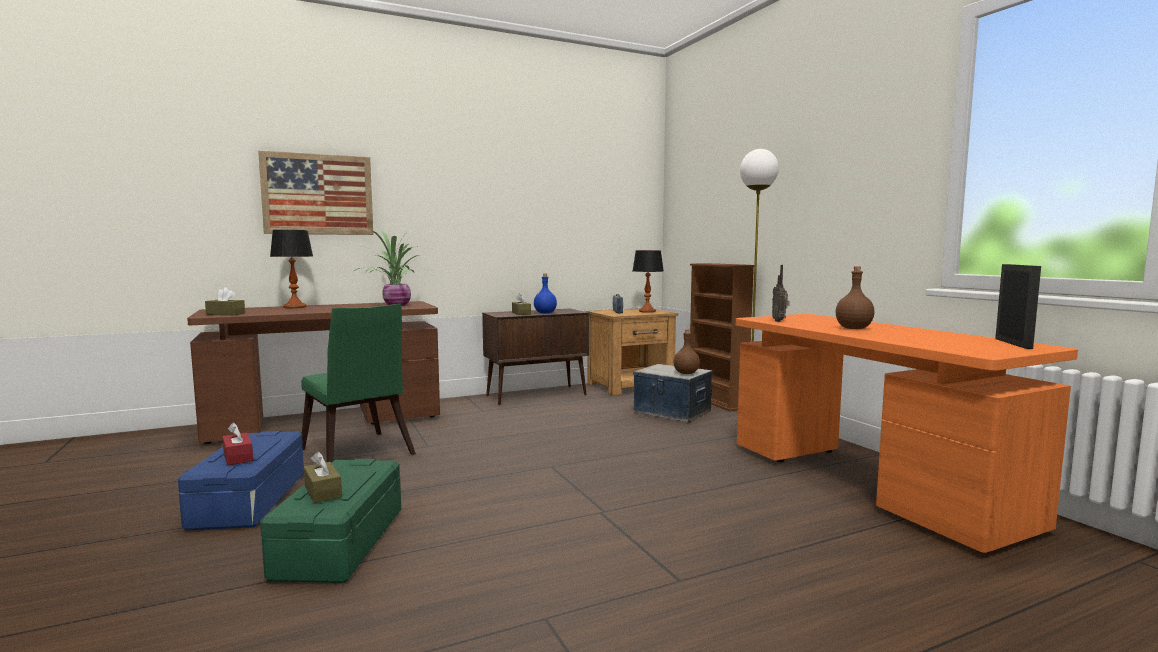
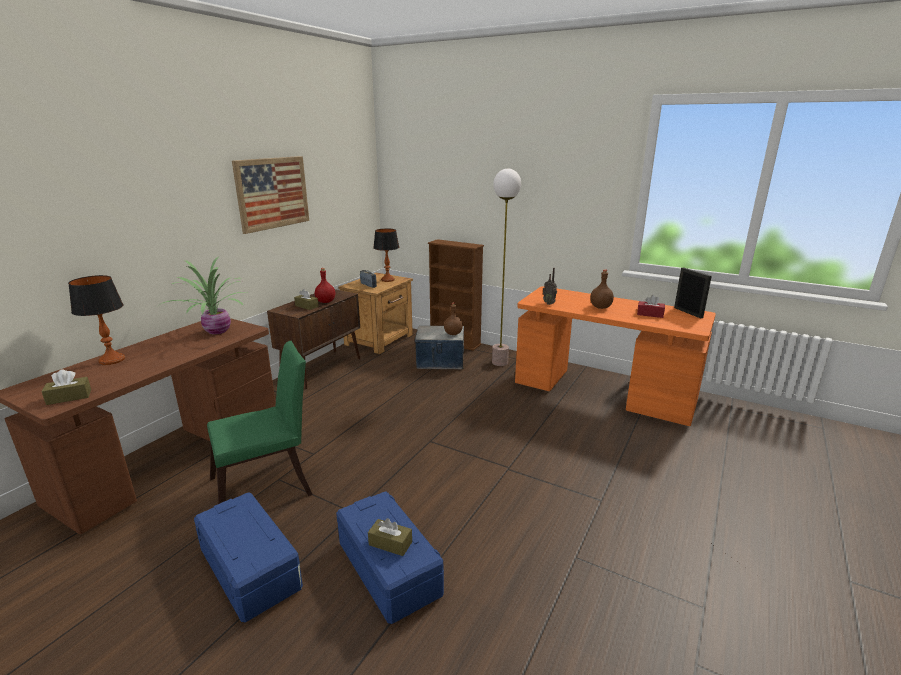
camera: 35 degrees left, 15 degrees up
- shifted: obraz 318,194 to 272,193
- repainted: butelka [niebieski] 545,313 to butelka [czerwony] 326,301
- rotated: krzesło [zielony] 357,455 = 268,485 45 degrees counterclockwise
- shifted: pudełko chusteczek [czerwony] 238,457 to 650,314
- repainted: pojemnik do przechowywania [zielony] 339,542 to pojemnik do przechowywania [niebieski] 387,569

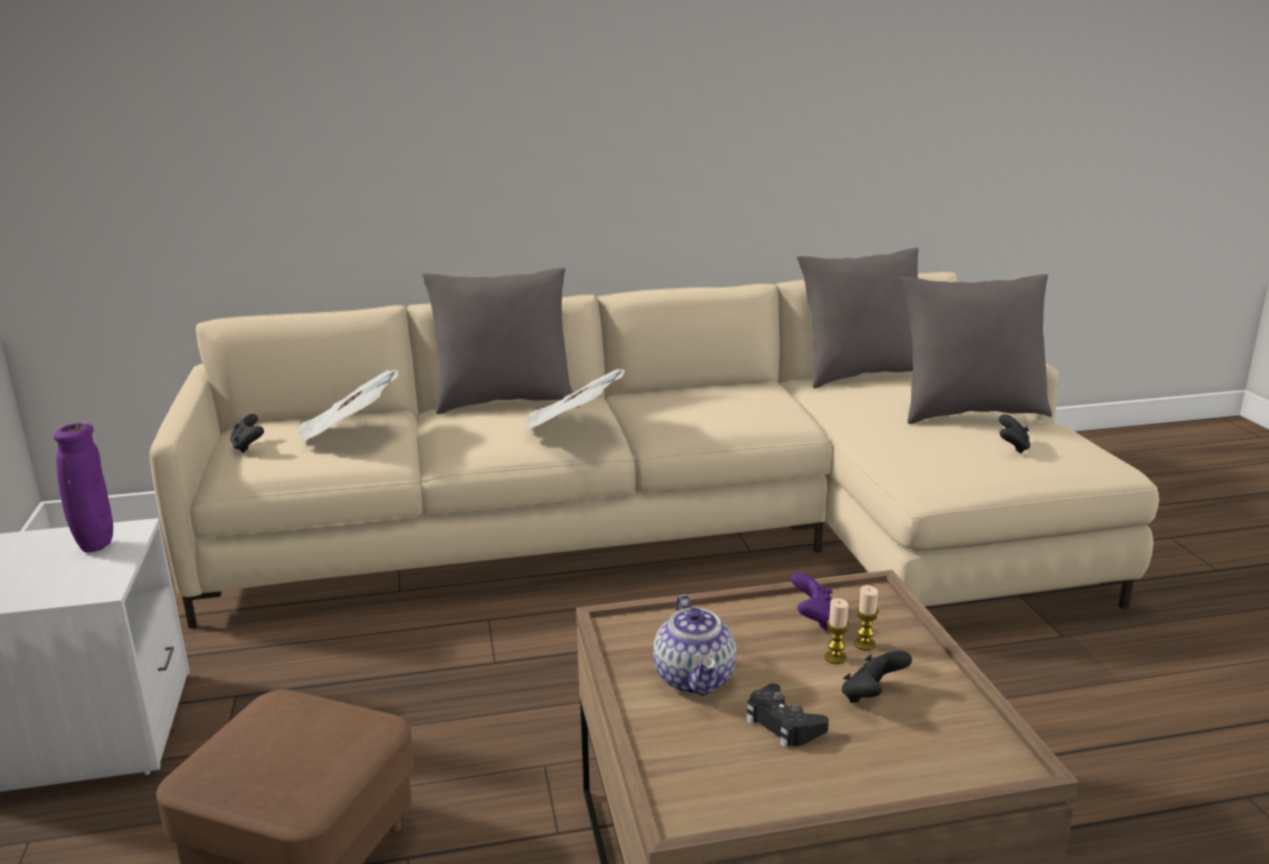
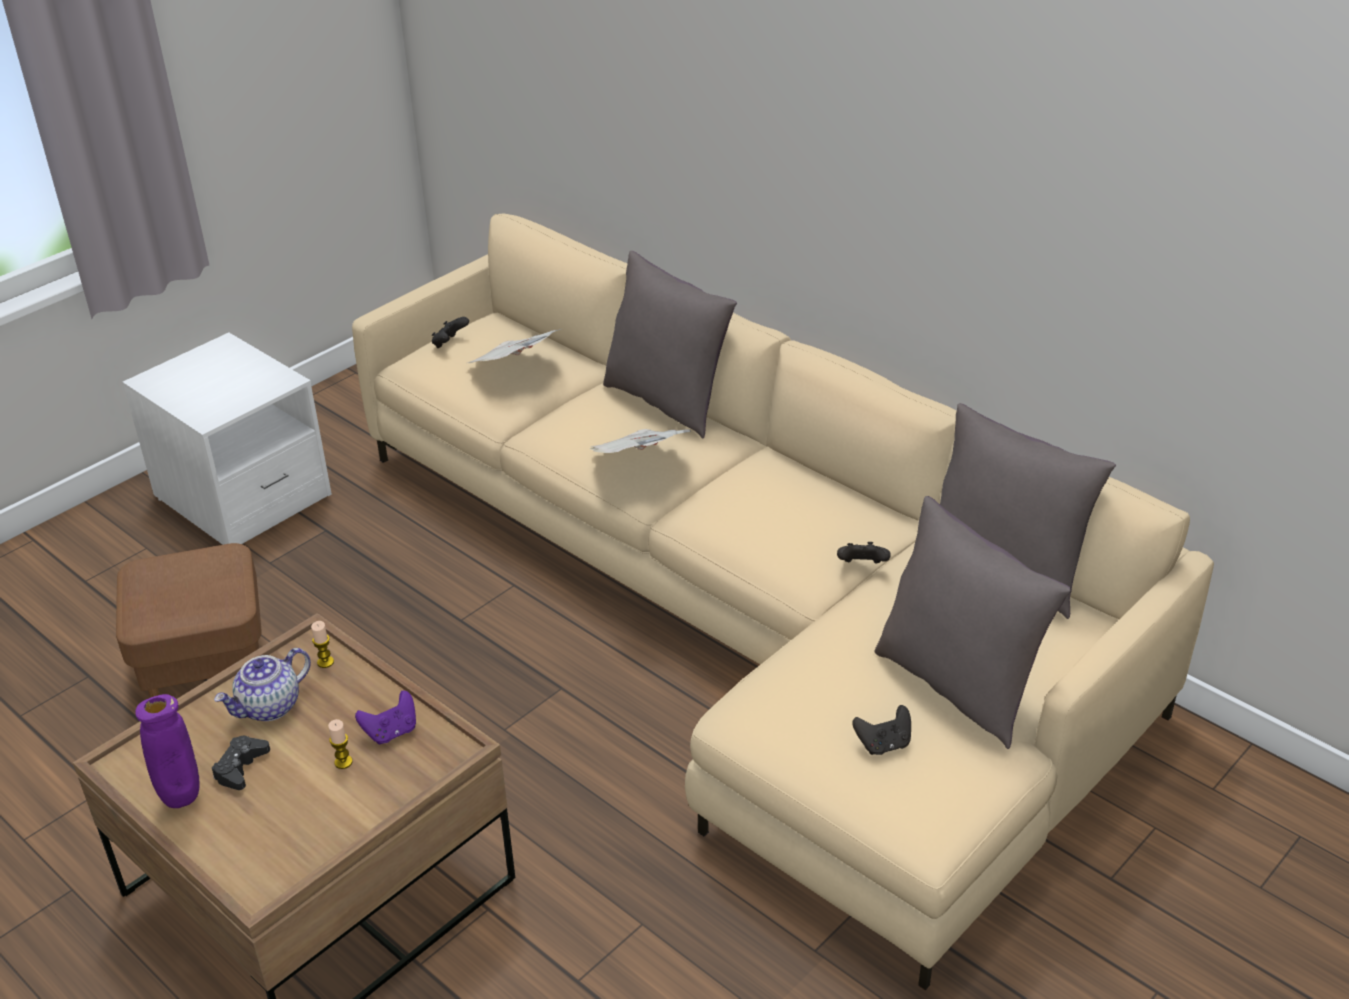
camera: 55 degrees right, 15 degrees up
- shifted: wazon [fioletowy] 96,546 to 182,799
- shifted: świeca 864,644 to 325,662
- shifted: pad do gier [czarny] 871,696 to 862,566

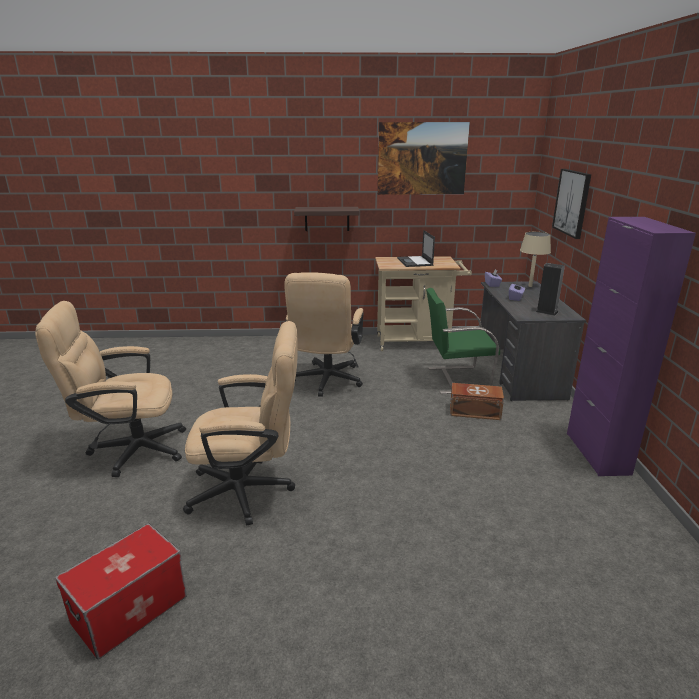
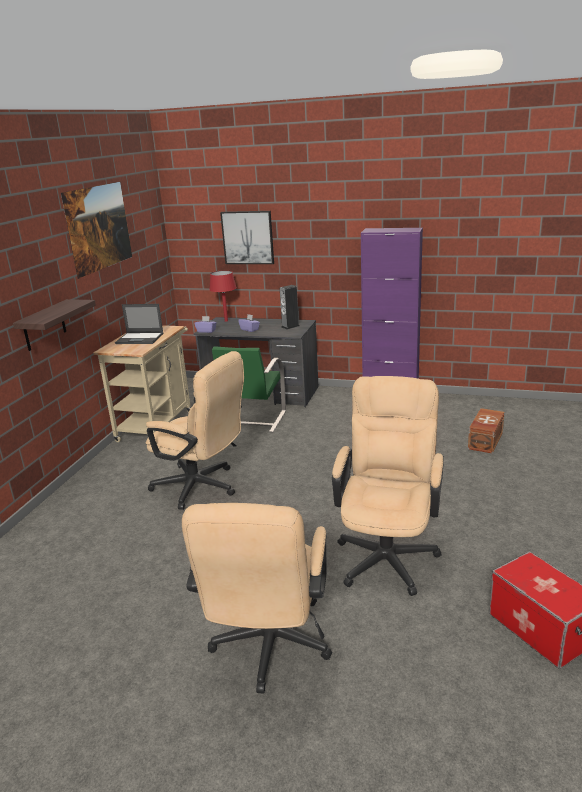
camera: 70 degrees left, 0 degrees up
- repainted: lampa stołowa [beżowy] 530,286 to lampa stołowa [czerwony] 226,321
- shifted: pojemnik do przechowywania [brązowy] 474,411 to 484,440

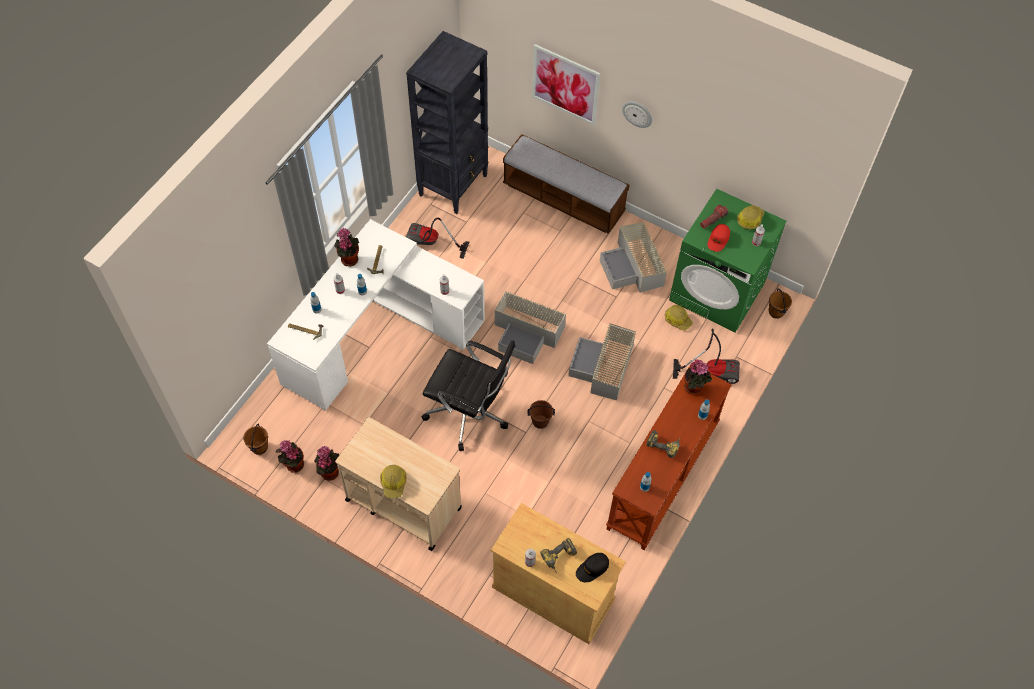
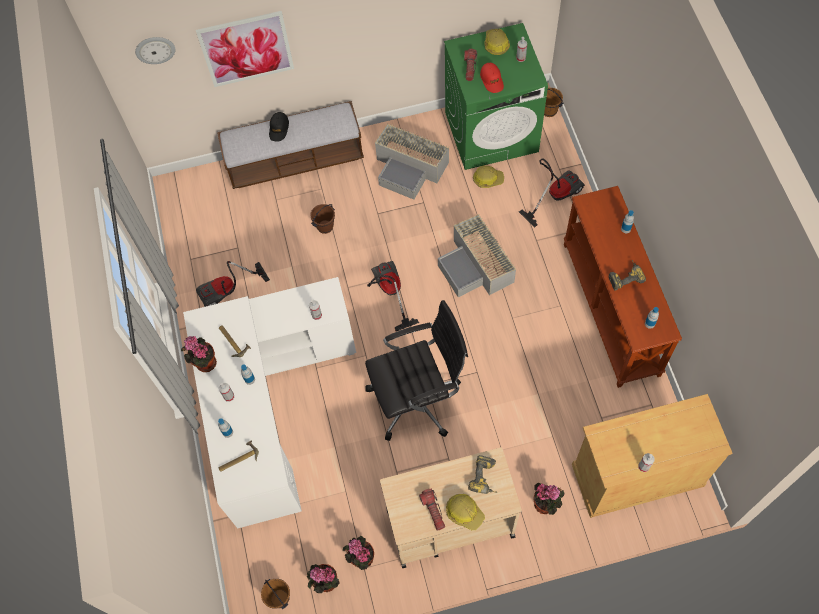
camera: 40 degrees left, 5 degrees up
- gone: regał [czarny] 453,185
- shifted: zegar ścienny 637,113 to 155,49
- swapped: pojemnik do przechowywania [szary] 527,333 to odkurzacz 389,293
- shifted: roślina doniczkowa 694,388 to 546,504
- shifted: wiadro [brązowy] 540,422 to 325,227
- shifted: wiertarka 560,558 to 486,478
- shifted: czapka z daszkiem [czarny] 592,568 to 279,129
- new: latarka 433,511

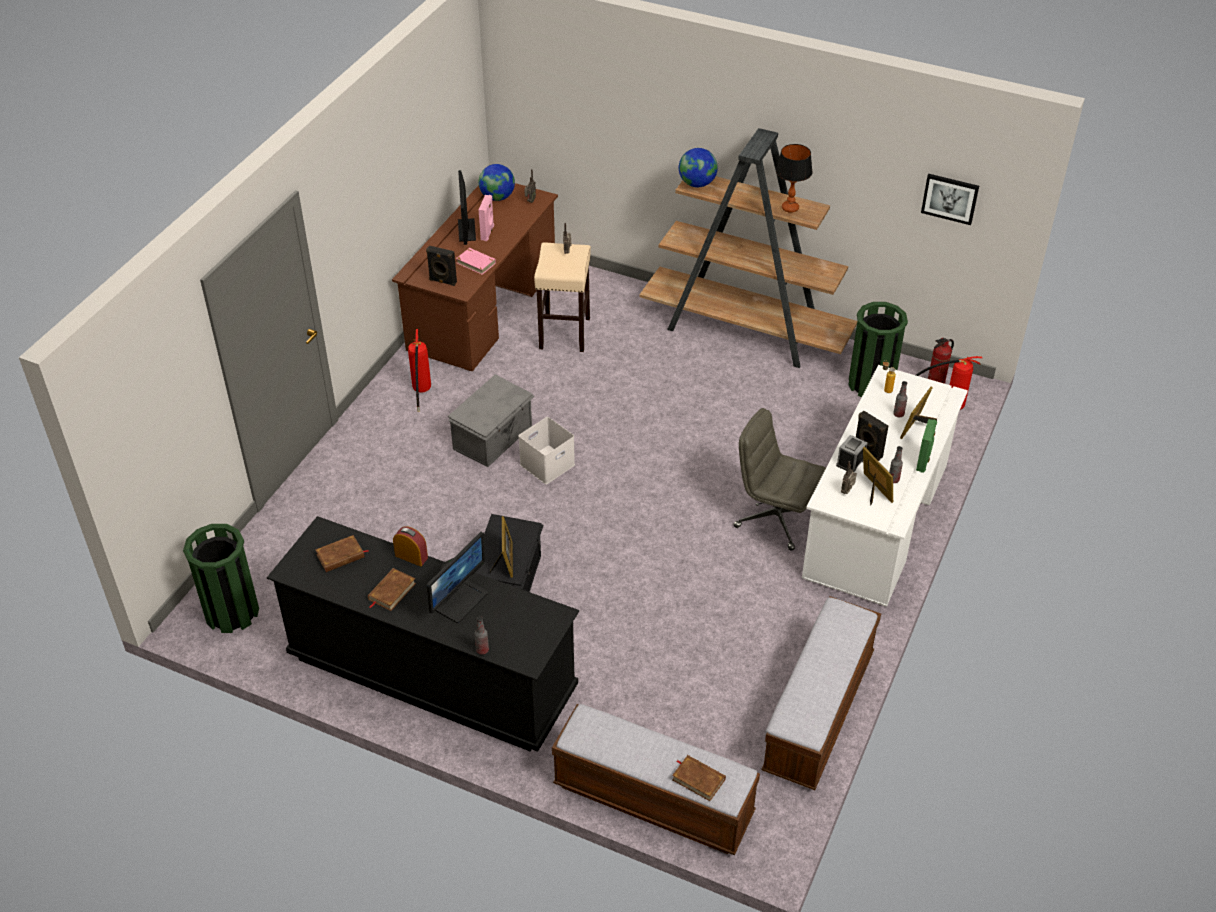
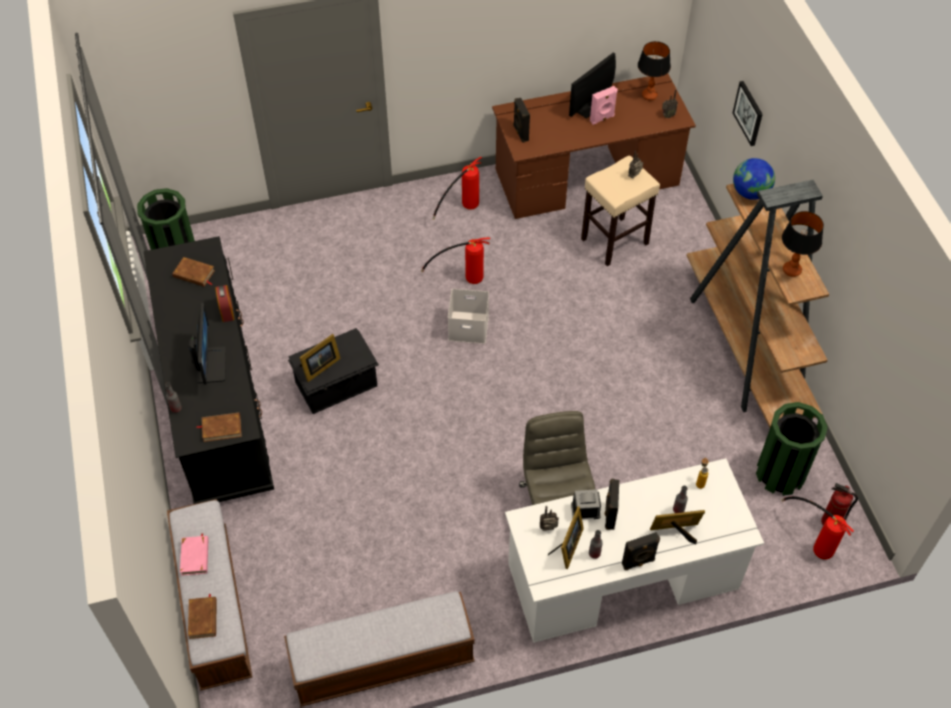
camera: 50 degrees right, 10 degrees up
- swapped: globus 497,197 to lampa stołowa 649,95
- shifted: obraz 950,198 to 749,113
- shifted: książka [różowy] 476,263 to 195,556
- swapped: pojemnik do przechowywania [szary] 494,437 to gaśnica 463,278
- repainted: głośnik [zielony] 923,461 to głośnik [czarny] 638,562
- rotated: monitor 460,600 = 210,364 90 degrees counterclockwise
- shifted: książka [brązowy] 391,591 to 221,428

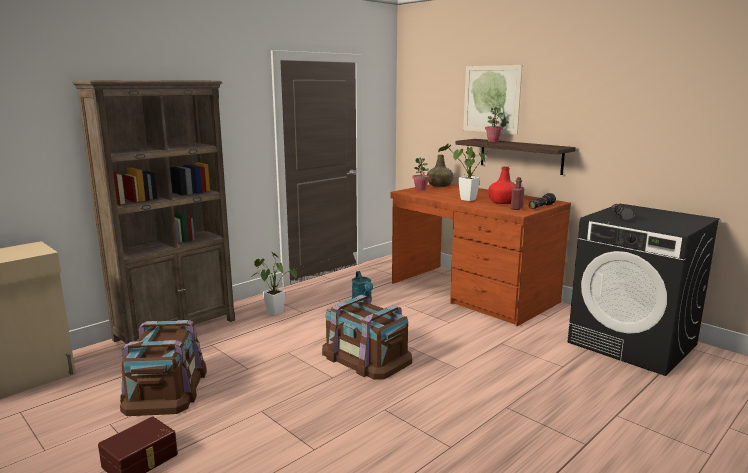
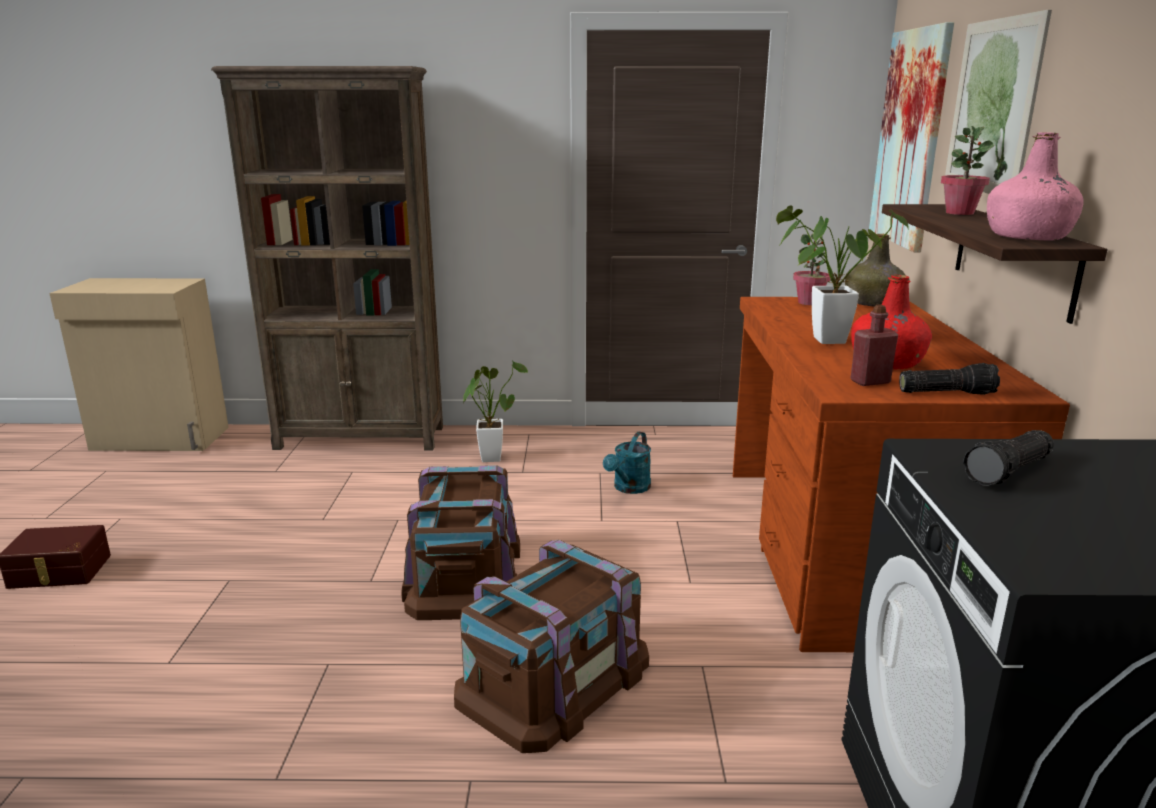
camera: 45 degrees right, 5 degrees up
- shifted: pojemnik do przechowywania [brązowy] 165,387 to 553,678
- new: obraz 910,138
- new: butelka [różowy] 1028,237

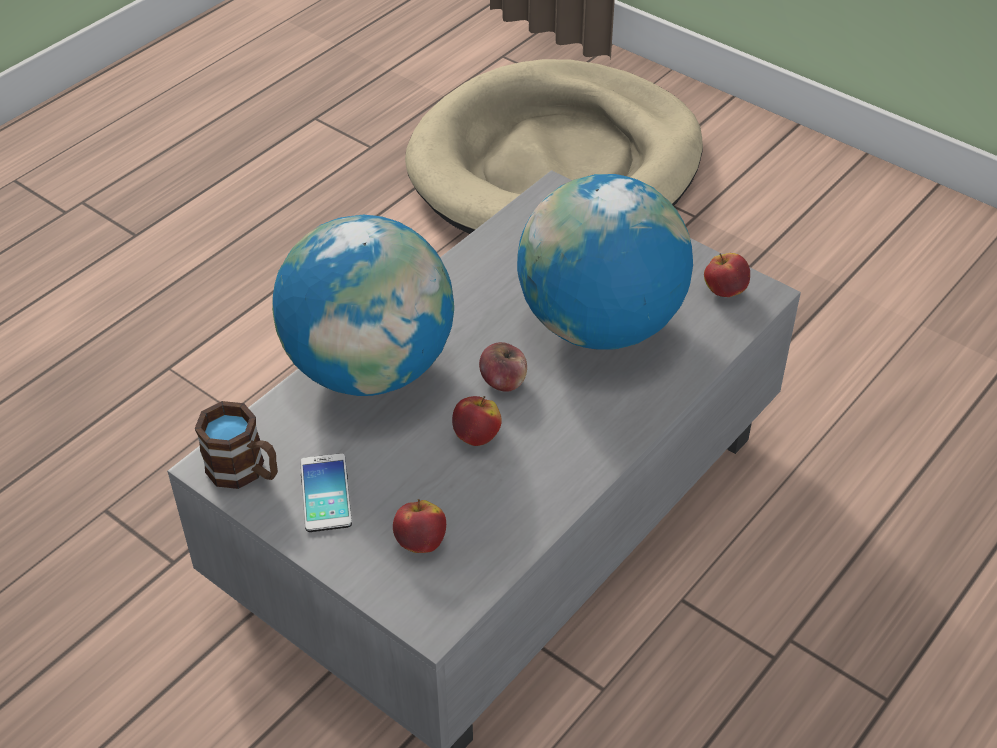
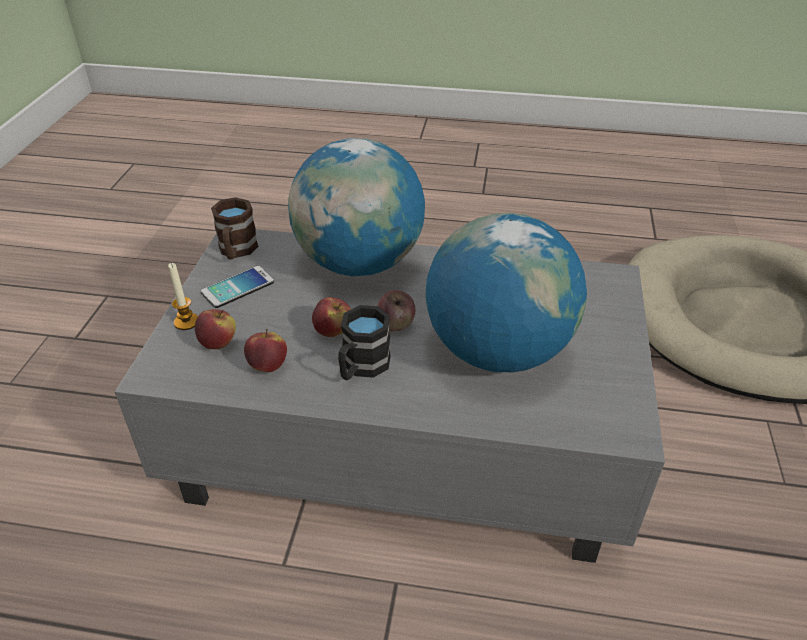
camera: 60 degrees right, 5 degrees down
- shifted: jabłko 725,291 to 268,365
- new: świeca 186,322
- new: kubek [czarny] 361,367

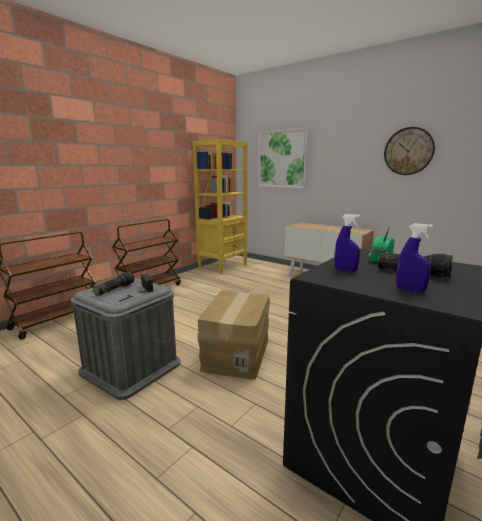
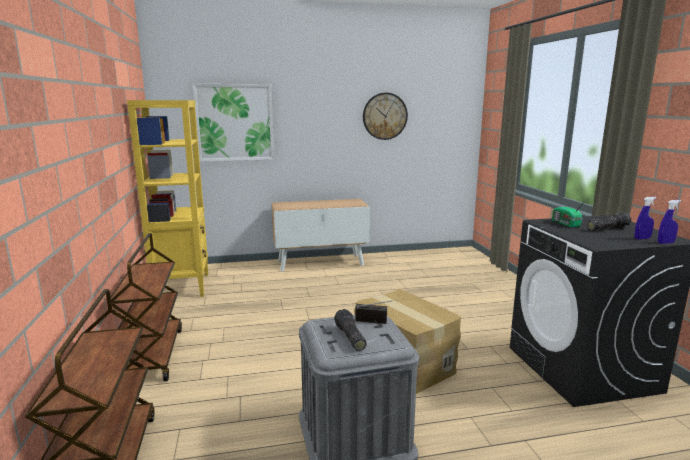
camera: 50 degrees left, 0 degrees up
- shifted: spryskiwacz [niebieski] 345,270 to 665,243

